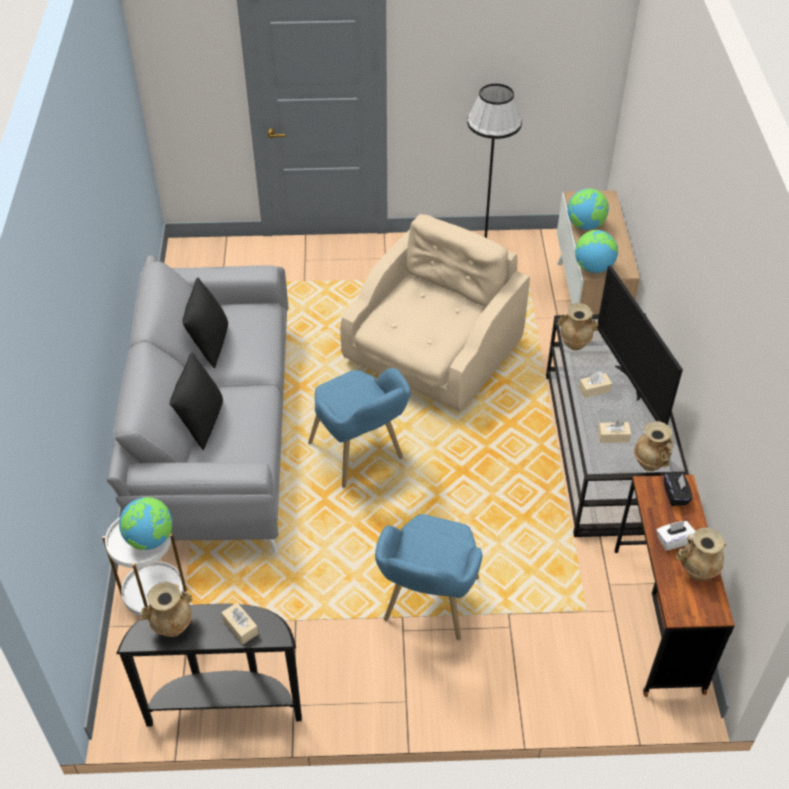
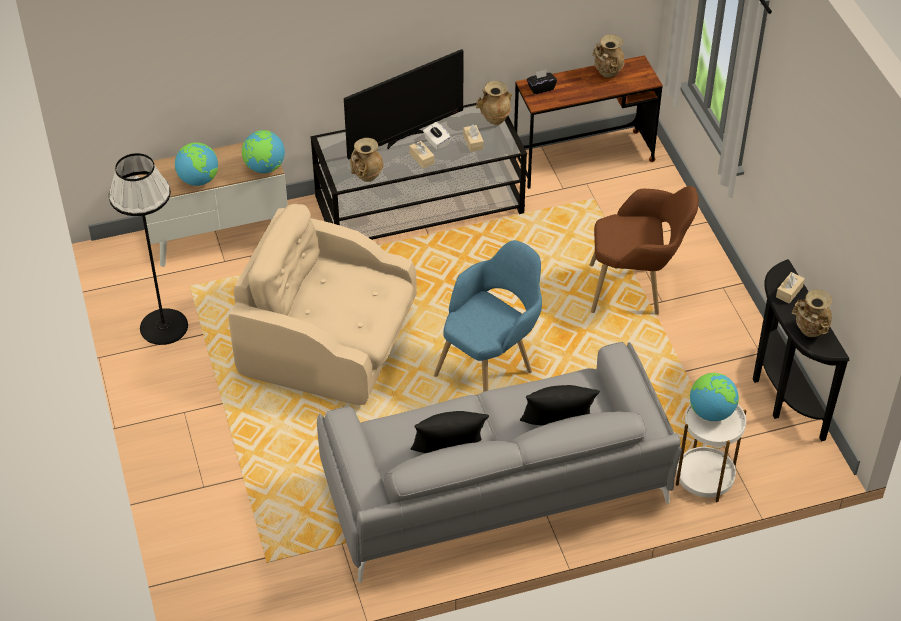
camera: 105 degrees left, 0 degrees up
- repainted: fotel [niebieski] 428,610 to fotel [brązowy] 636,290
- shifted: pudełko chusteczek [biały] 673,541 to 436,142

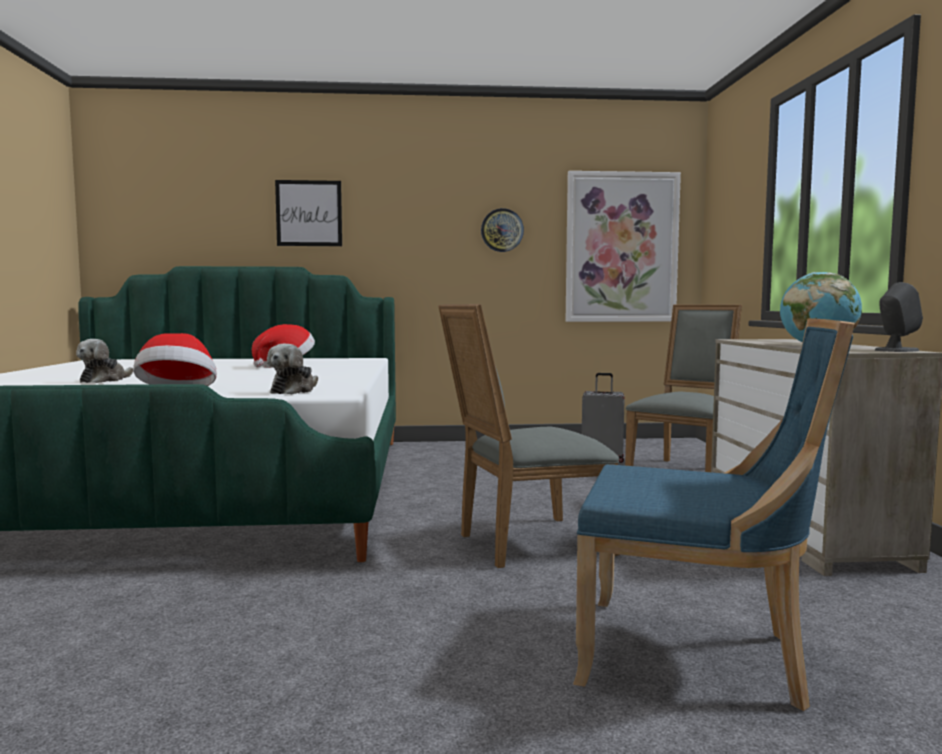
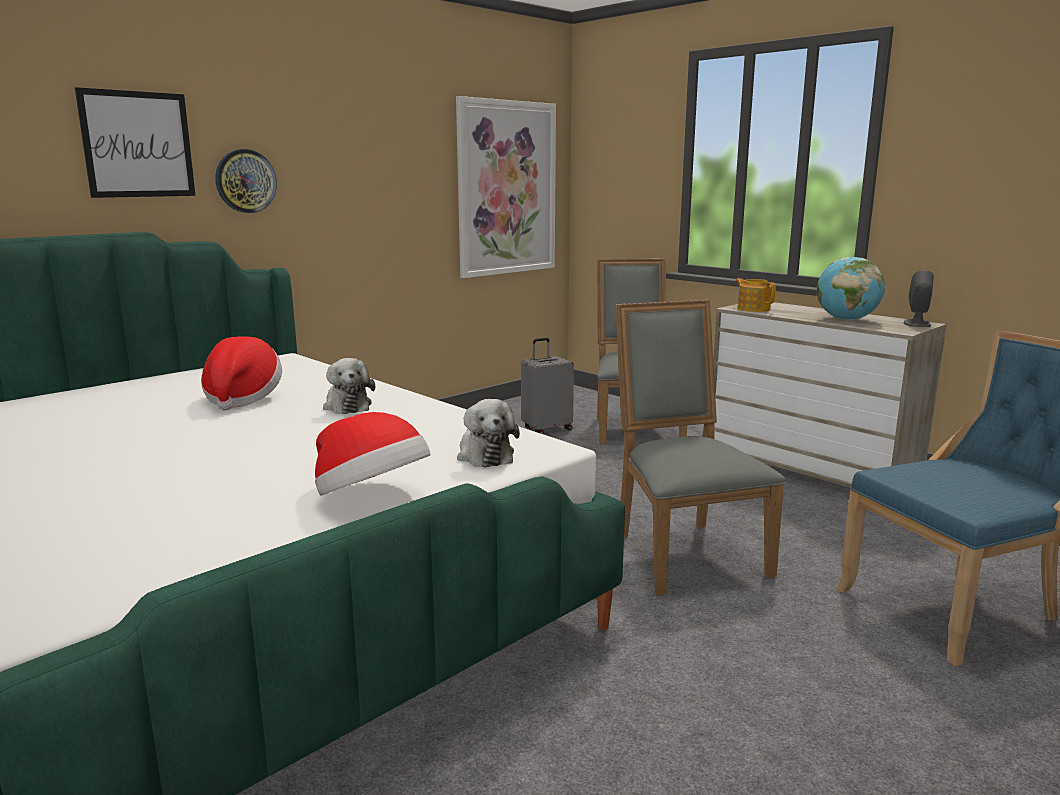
camera: 40 degrees left, 10 degrees up
- shifted: zegar ścienny 502,230 to 245,181
- rotated: krzesło [szary] 525,543 = 683,551 135 degrees clockwise
- shifted: pluszak 104,380 to 347,405
- new: imbryk 753,309

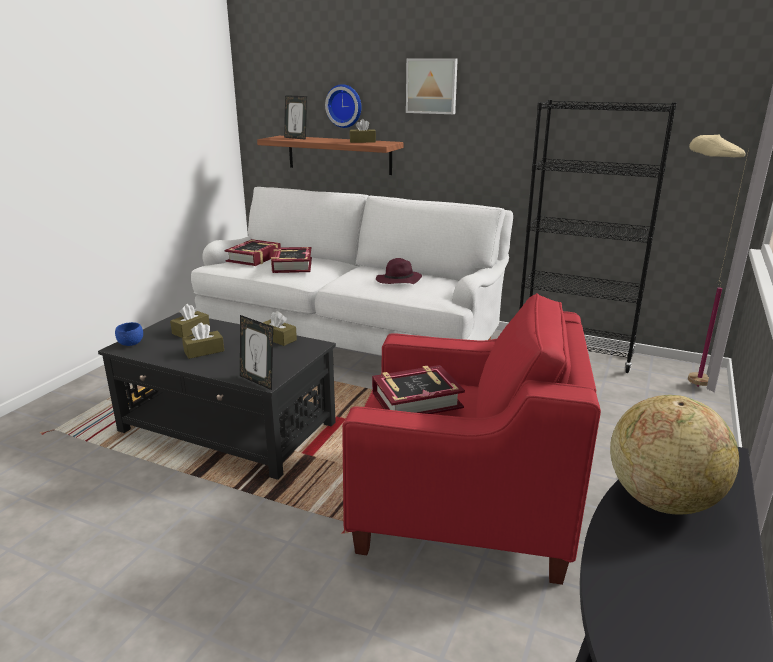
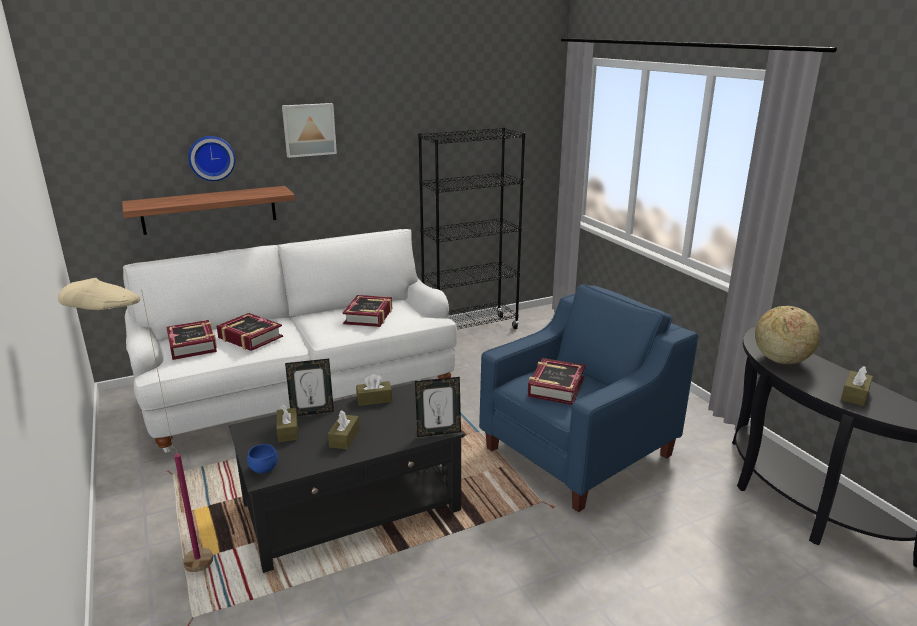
camera: 50 degrees left, 0 degrees up
- shifted: ramka na zdjęcie 296,138 to 312,412
- shifted: pudełko chusteczek [brązowy] 362,141 to 854,395
- shifted: lampa stojąca [beżowy] 677,382 to 173,575
- swapped: kapelusz [fioletowy] 398,281 to książka 369,316
- repainted: fotel [czerwony] 463,509 to fotel [niebieski] 579,452

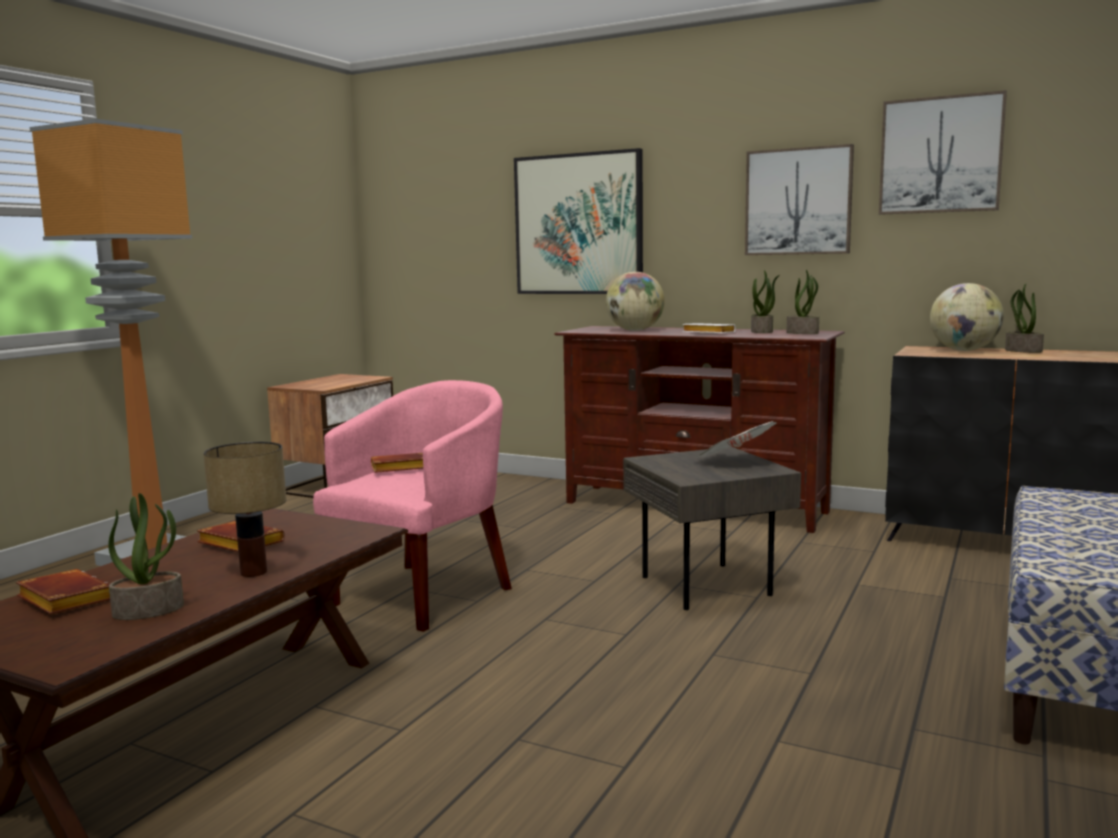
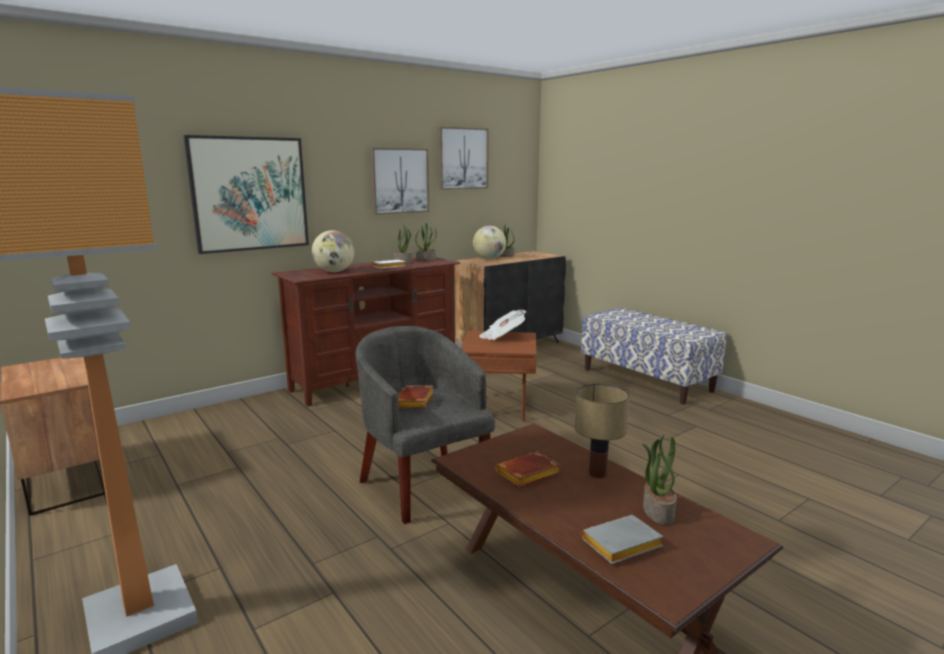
camera: 65 degrees left, 5 degrees up
- repainted: fotel [różowy] 424,593 to fotel [szary] 422,484
- repainted: stolik [szary] 710,586 to stolik [brązowy] 499,408
- repainted: książka [brązowy] 62,600 to książka [szary] 621,546

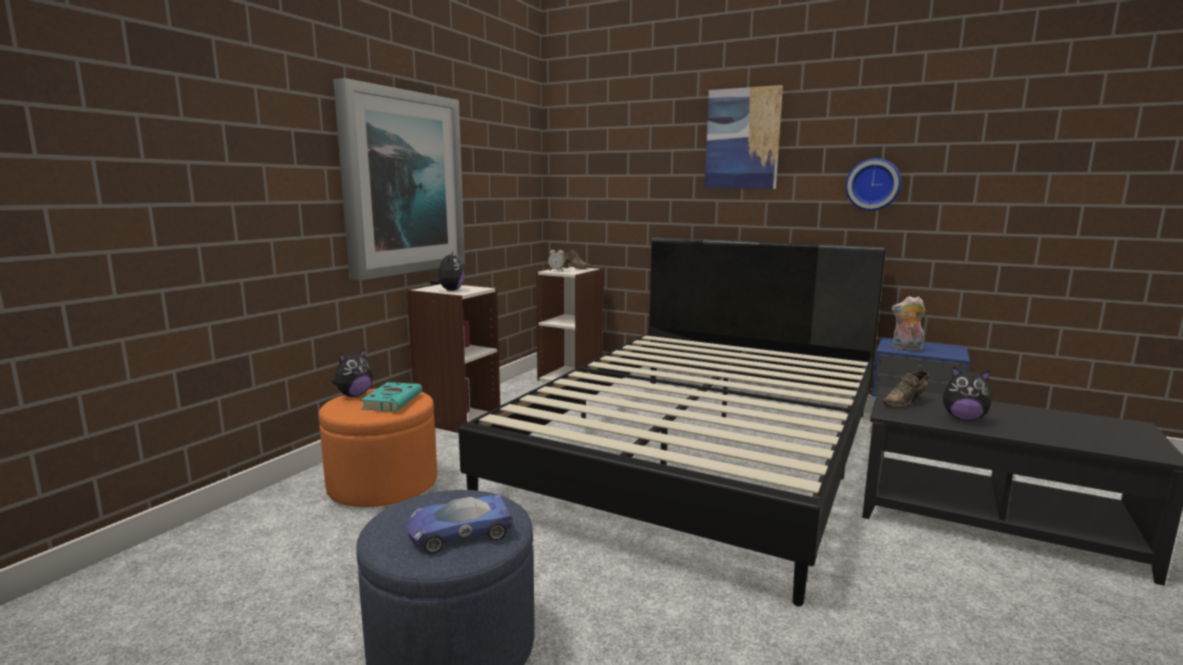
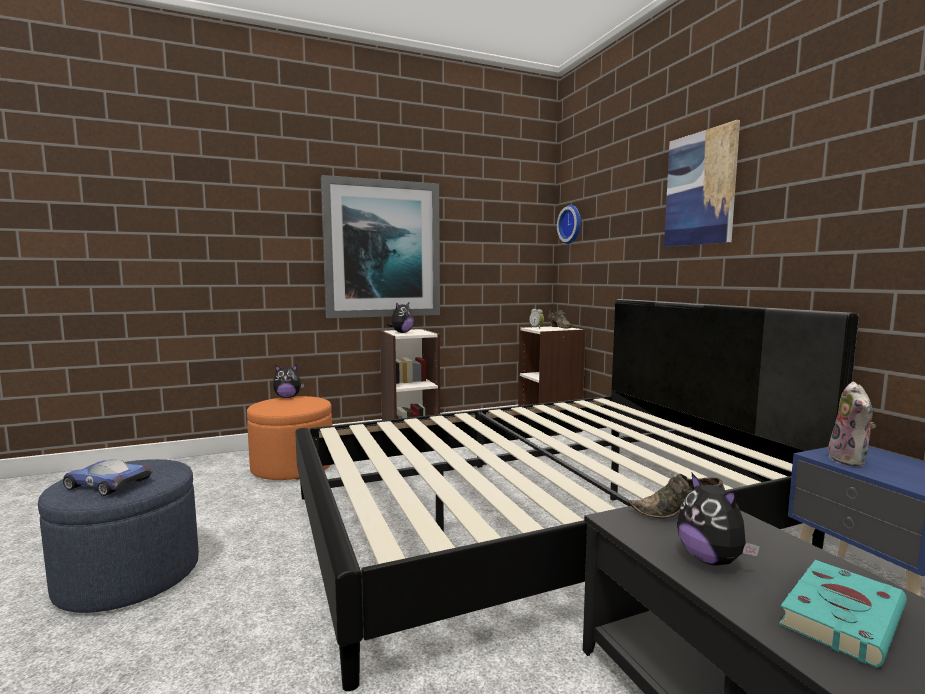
camera: 40 degrees right, 5 degrees down
- shifted: zegar ścienny 873,184 to 572,224
- rotated: pluszak 906,349 = 850,461 135 degrees counterclockwise
- shifted: książka [turkusowy] 393,400 to 842,615

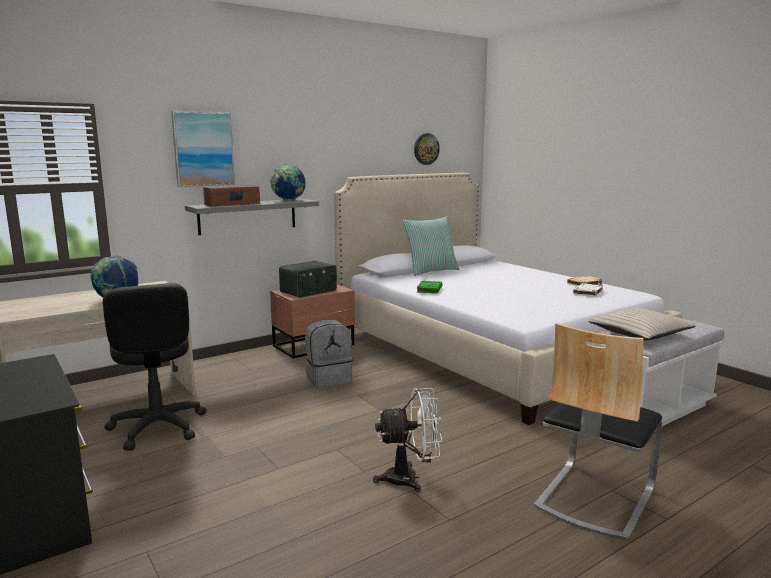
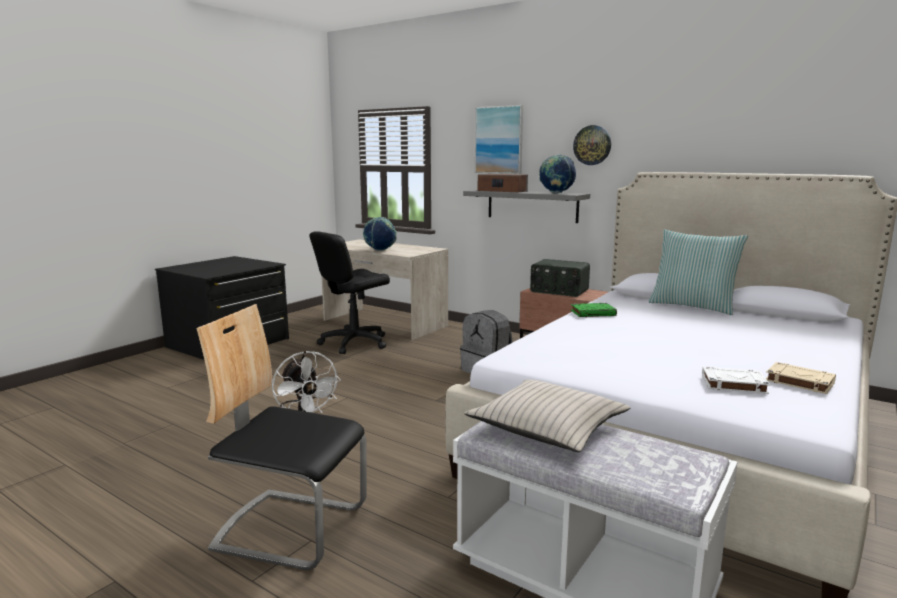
camera: 70 degrees right, 0 degrees up
- shifted: zegar ścienny 426,149 to 592,145

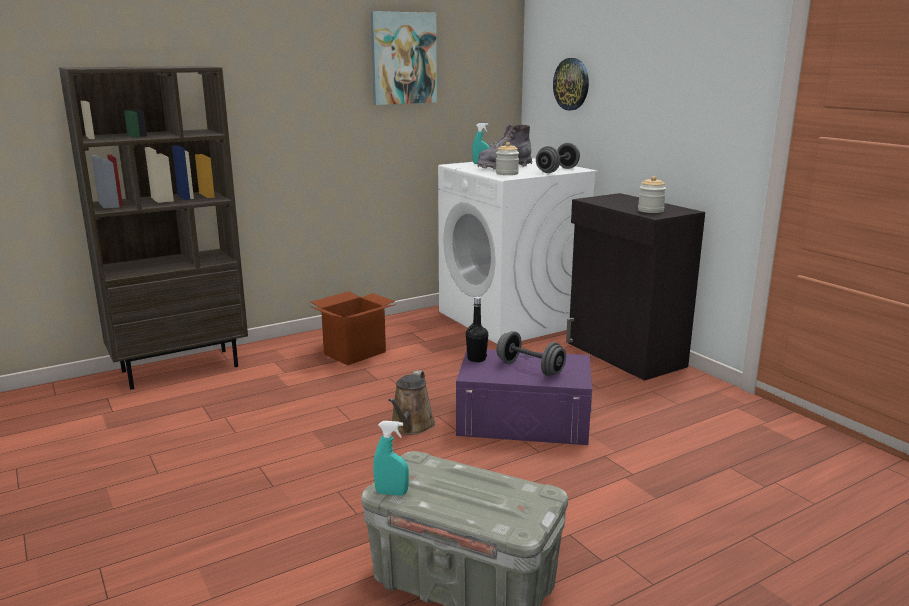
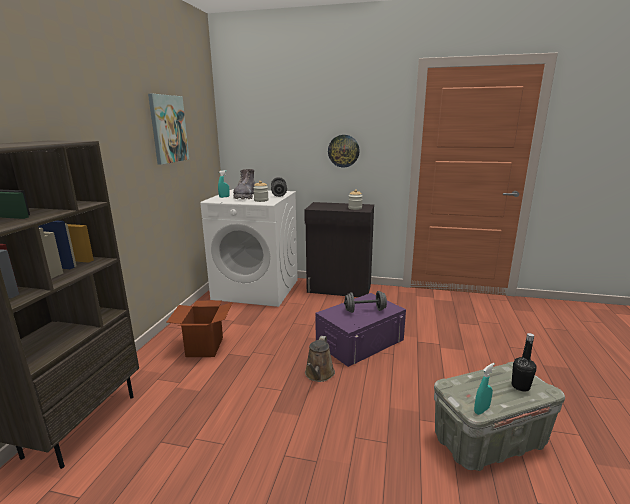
camera: 45 degrees left, 0 degrees up
- shifted: zegar ścienny 571,84 to 343,151
- shifted: butelka [czarny] 476,359 to 520,386
- rotated: konewka [brązowy] 411,426 = 319,374 45 degrees clockwise

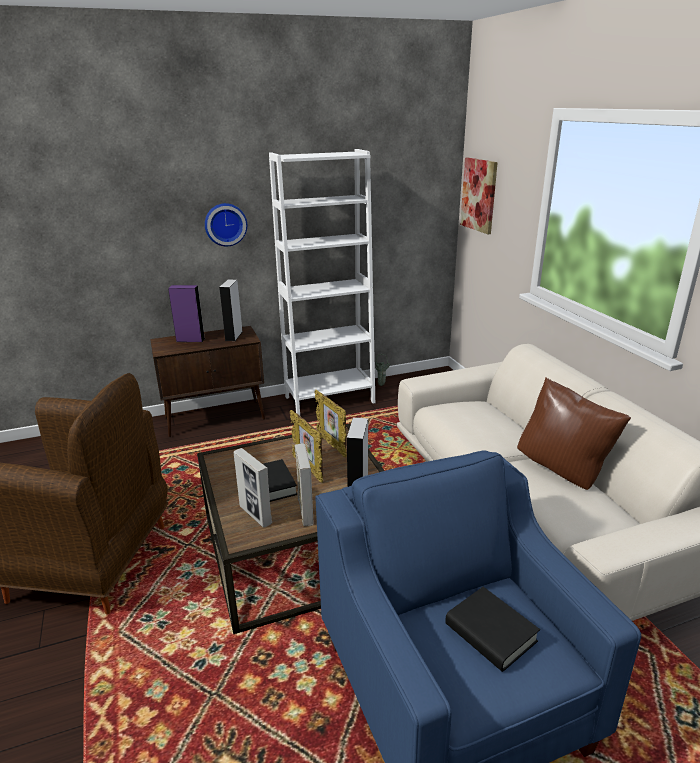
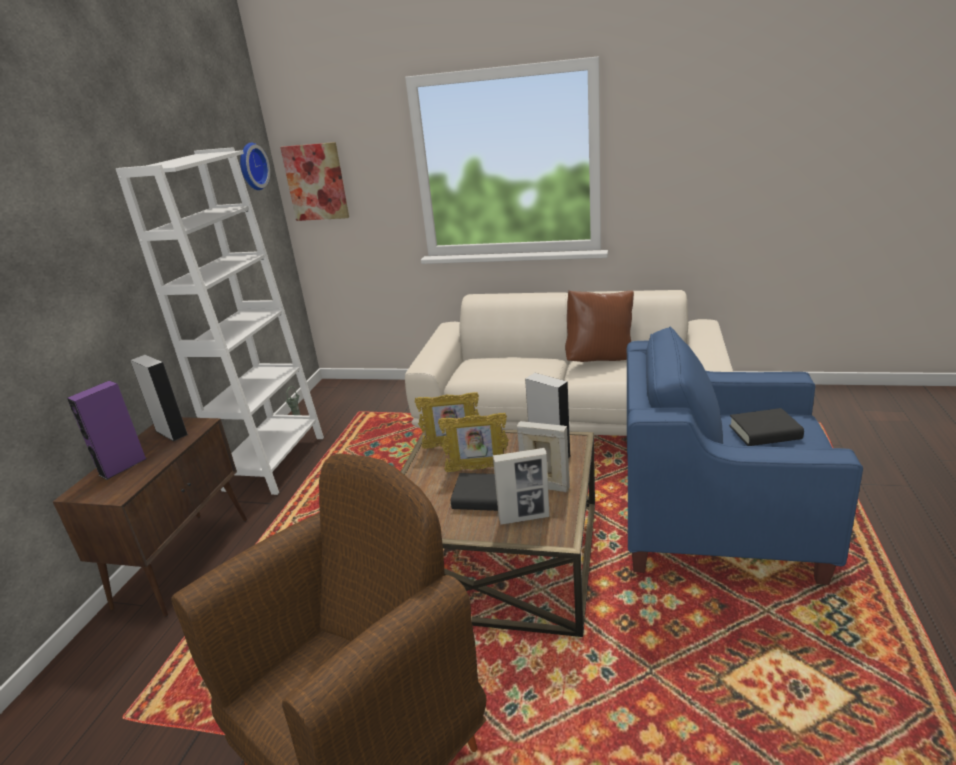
camera: 55 degrees left, 0 degrees up
- shifted: zegar ścienny 225,224 to 251,167

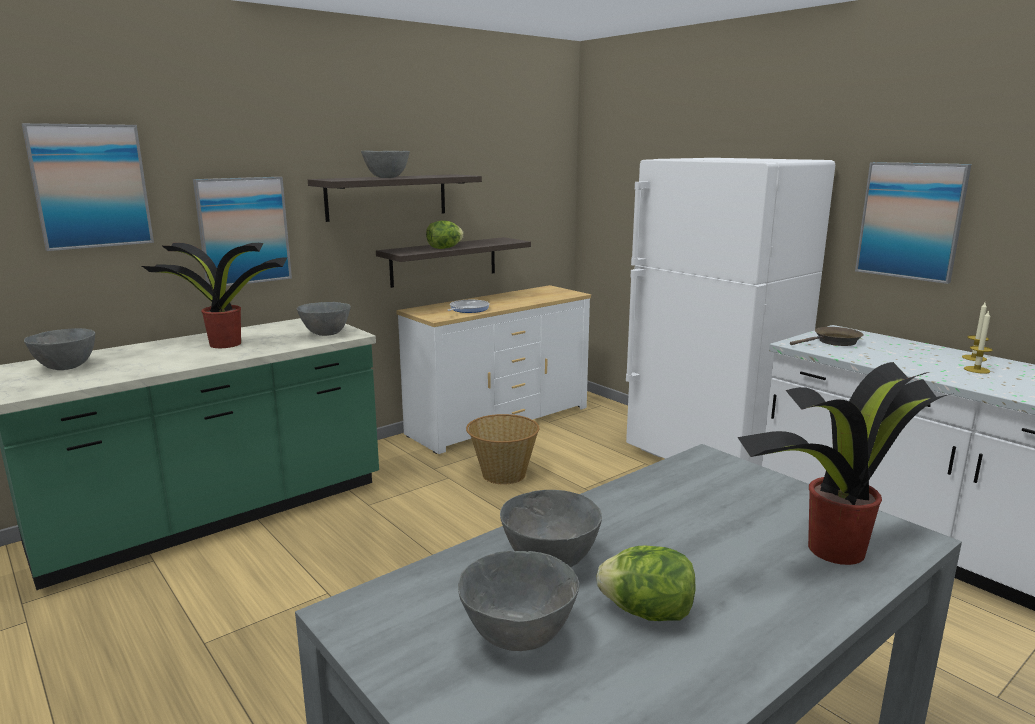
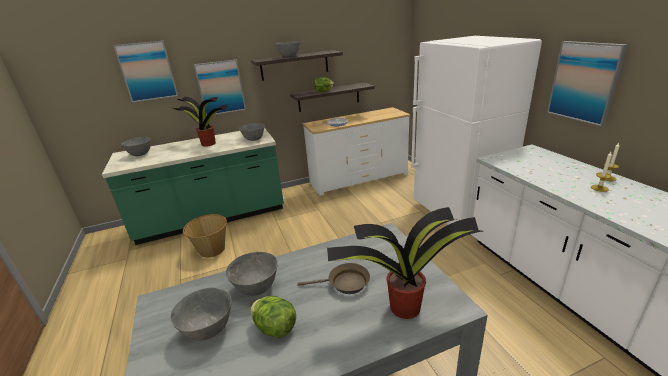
camera: 20 degrees right, 10 degrees up
- shifted: patelnia [brązowy] 834,342 to 345,283
- shifted: koszyk 503,474 to 211,249

